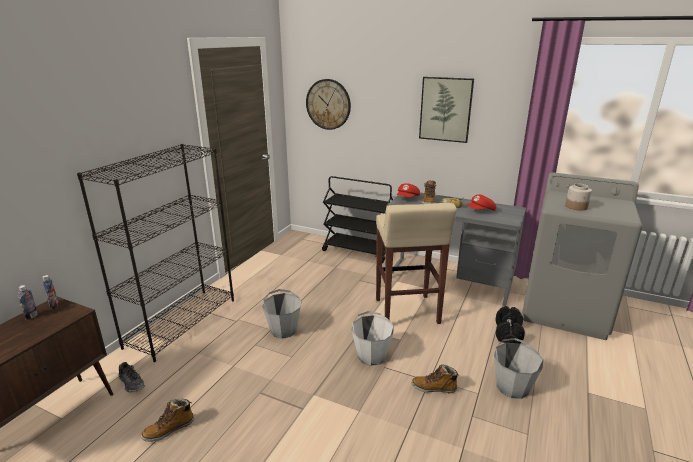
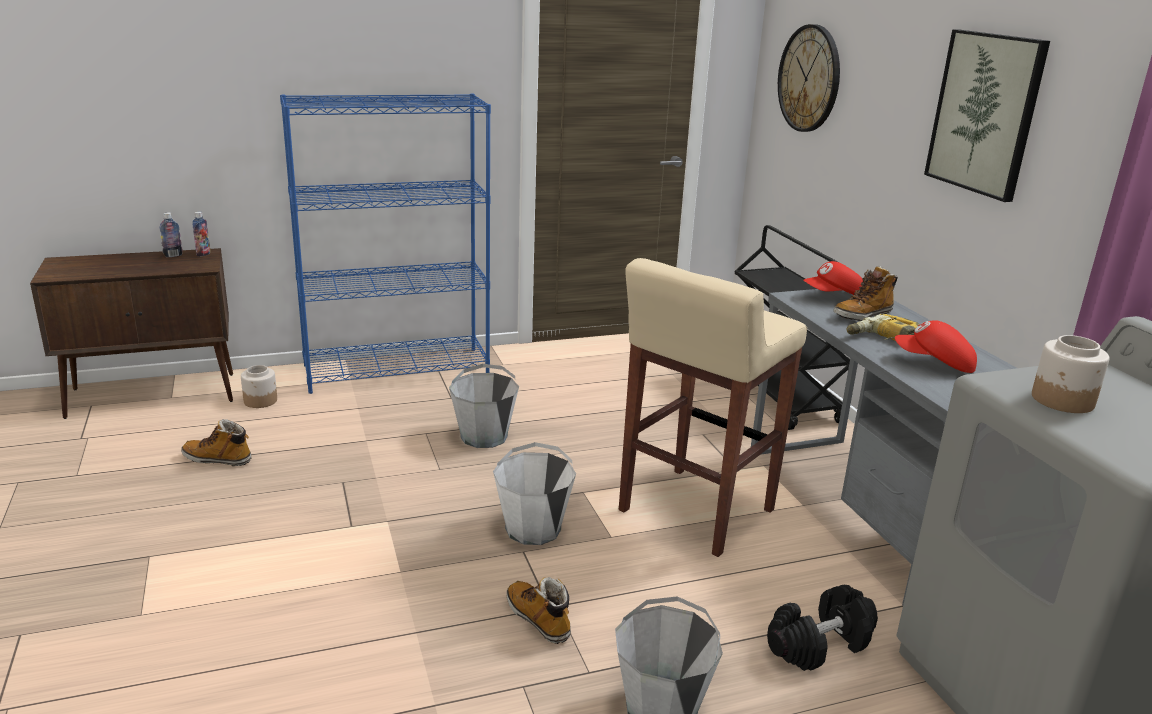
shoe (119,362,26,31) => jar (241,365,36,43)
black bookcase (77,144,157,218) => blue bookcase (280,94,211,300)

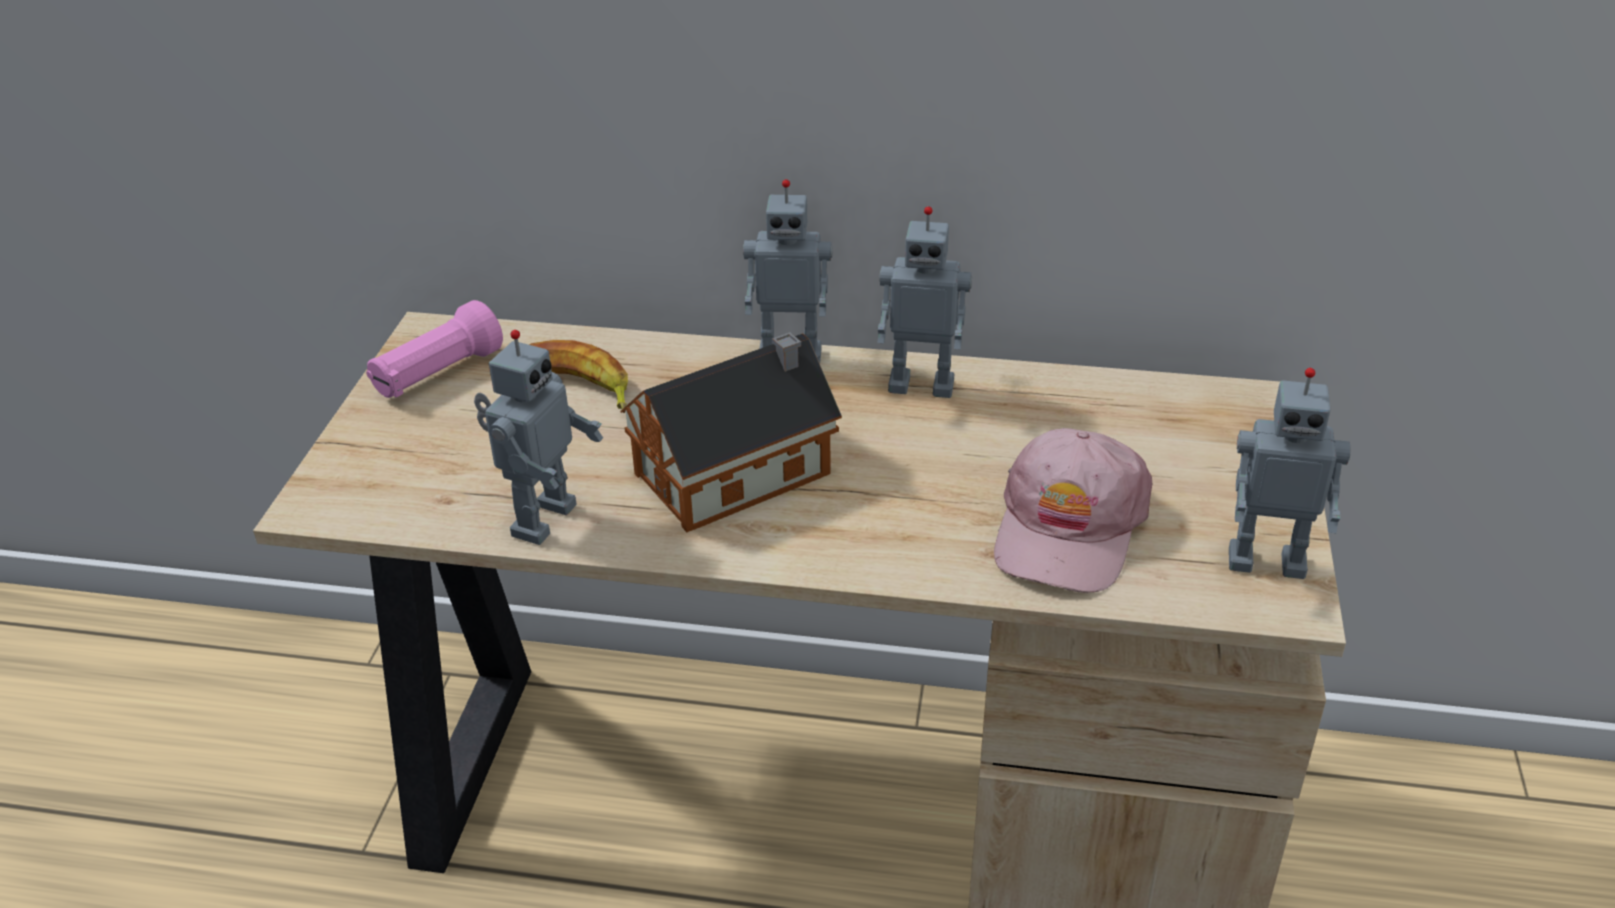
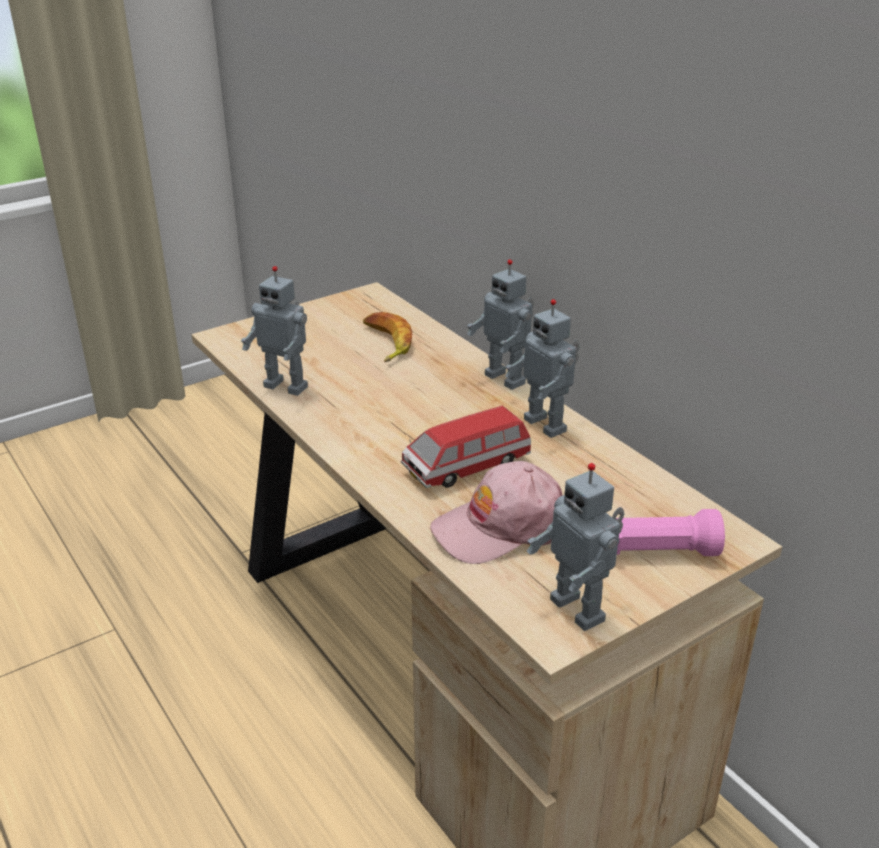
toy robot (474,330,129,215) => toy robot (241,266,67,130), 45 degrees clockwise
nothing => toy car (401,406,130,82)
pink flashlight (366,300,137,98) => pink flashlight (616,509,109,47), relocated
toy house (621,332,221,200) => nothing

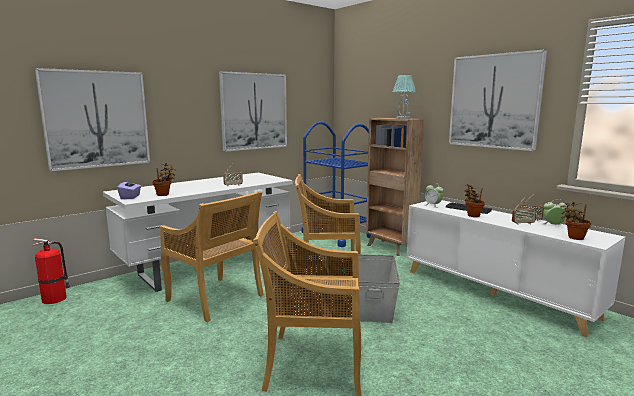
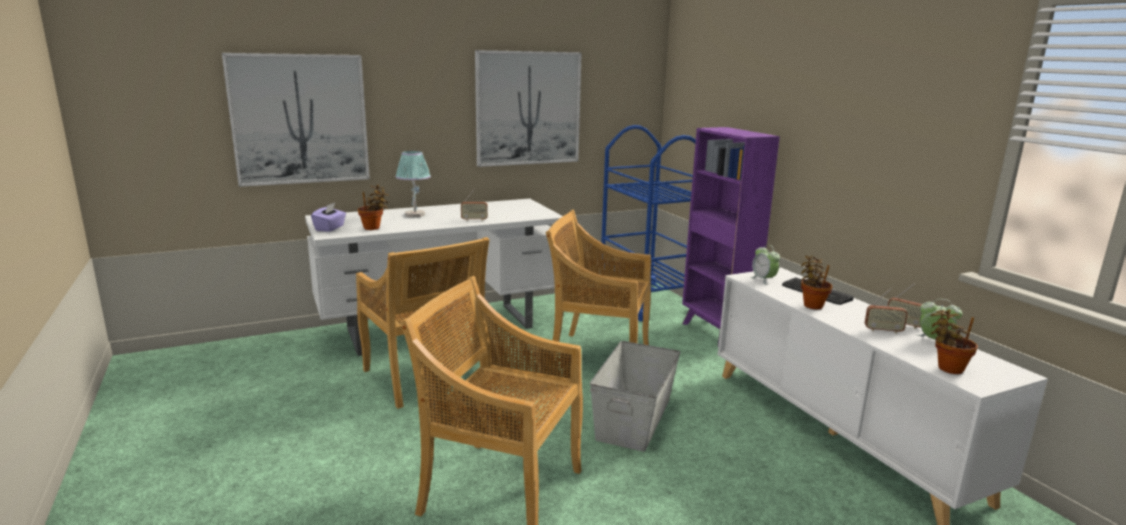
table lamp (393,75,23,44) => table lamp (395,151,36,67), relocated
brown bookcase (366,118,58,138) => purple bookcase (682,127,98,219)
fire extinguisher (32,238,38,66) => nothing
picture (449,49,98,102) => nothing

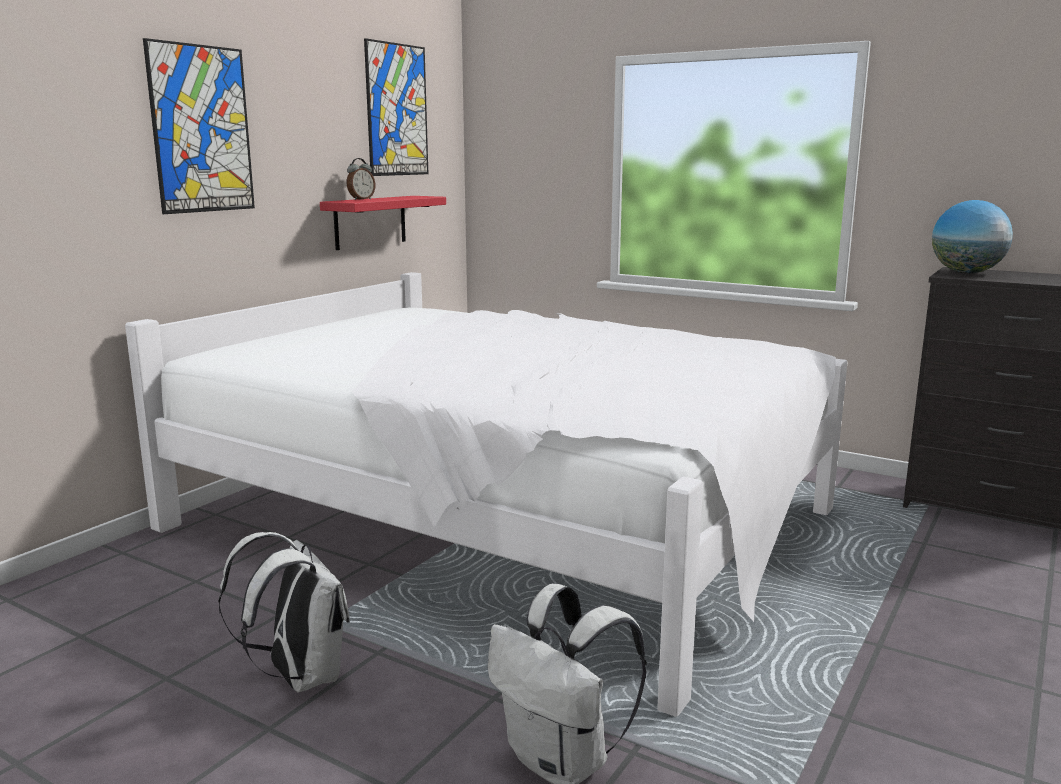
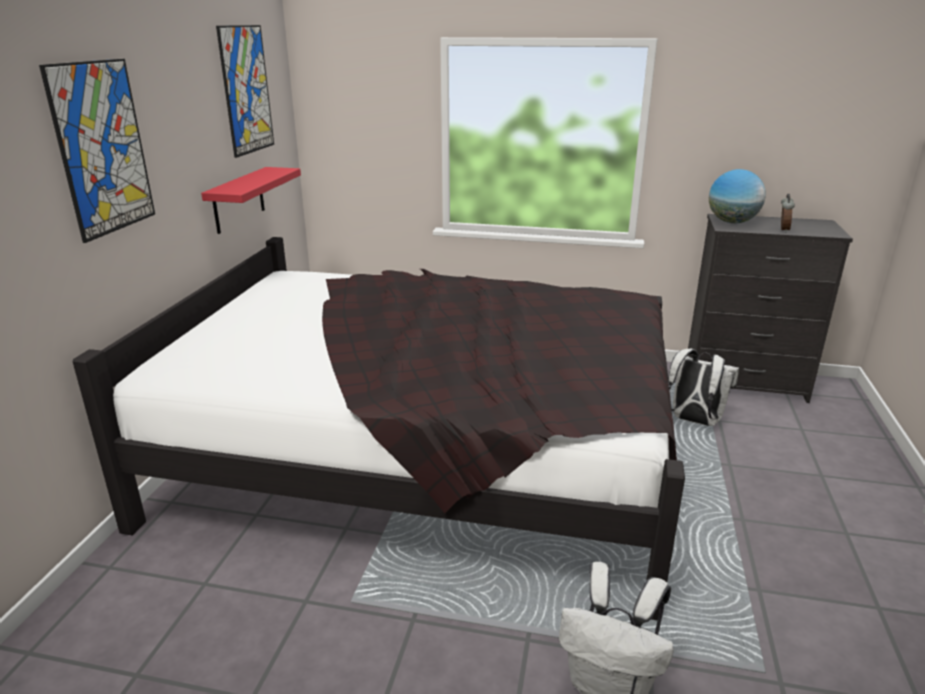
white bed (125,272,723,445) => black bed (72,237,613,383)
white backpack (219,532,131,161) => white backpack (668,349,71,77), relocated
alarm clock (347,158,28,42) => alarm clock (781,194,14,38), relocated

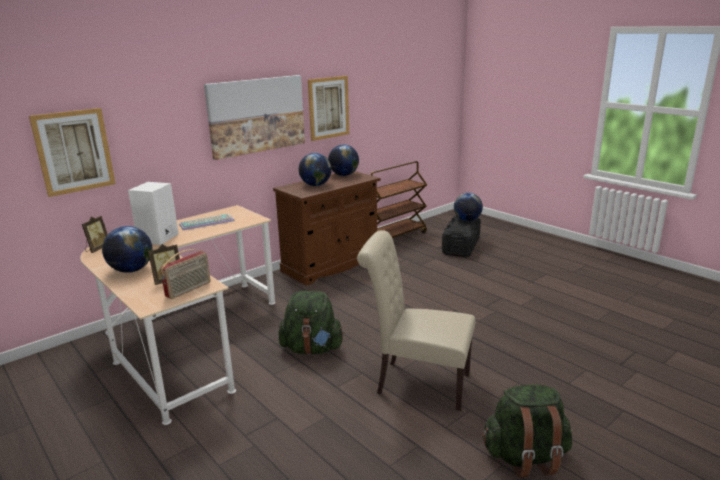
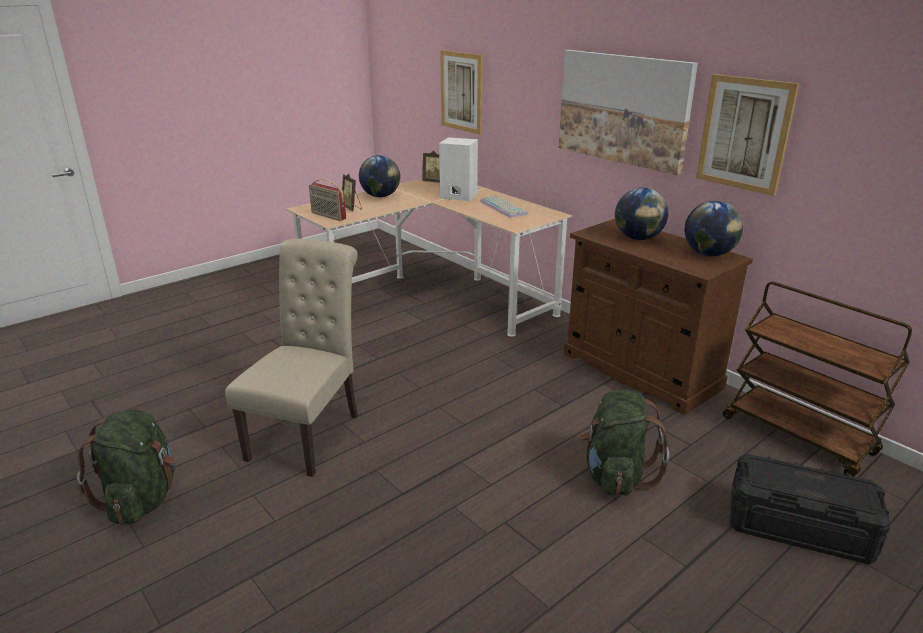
green backpack (279,291,65,64) => green backpack (579,389,90,107), relocated
globe (454,193,29,28) => nothing

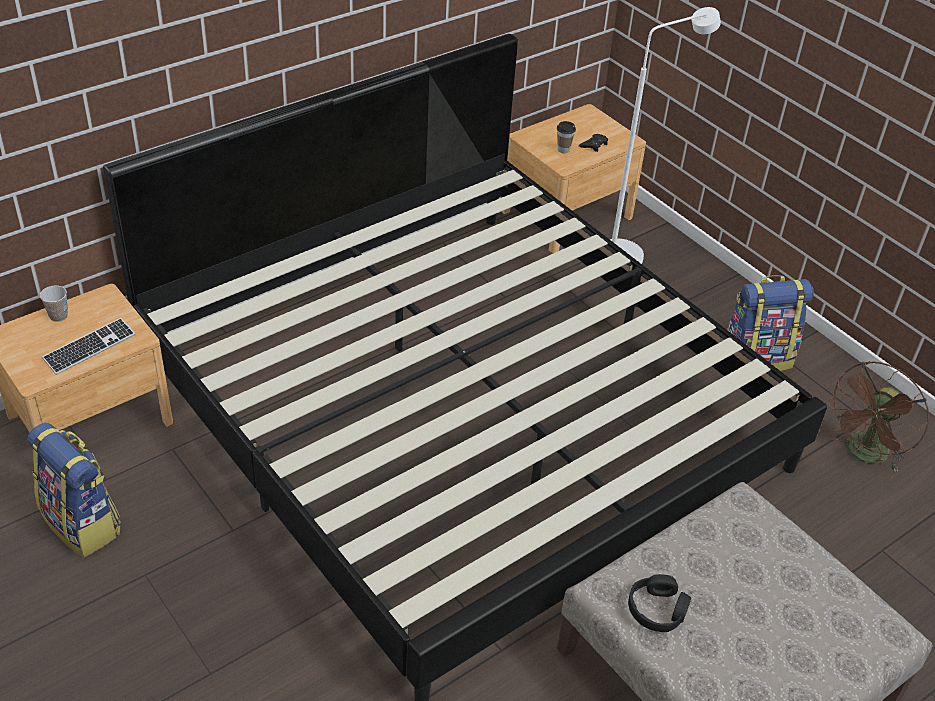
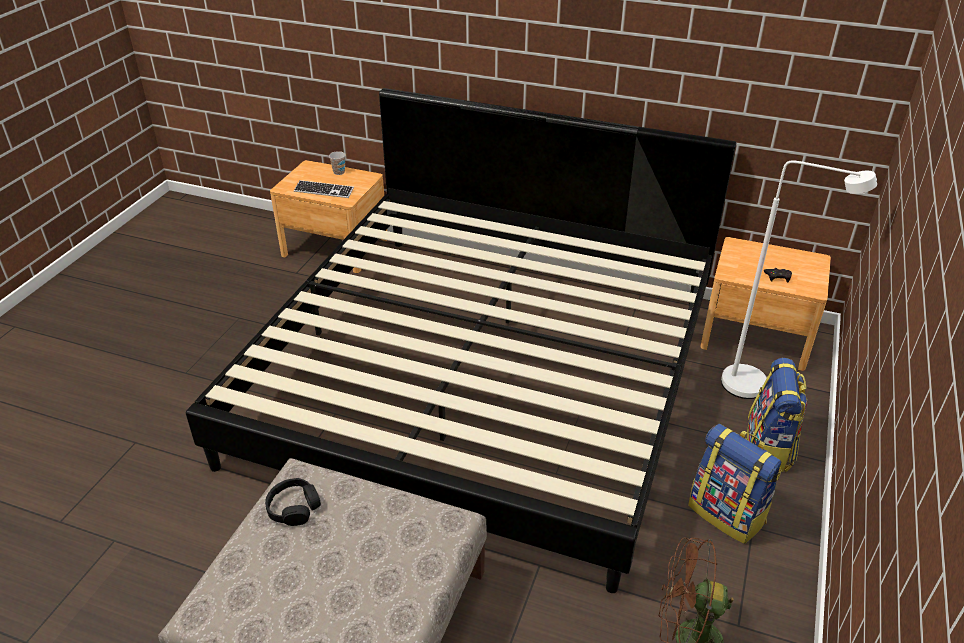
backpack (27,422,94,136) => backpack (747,358,60,114), relocated
cup (557,121,19,32) => nothing

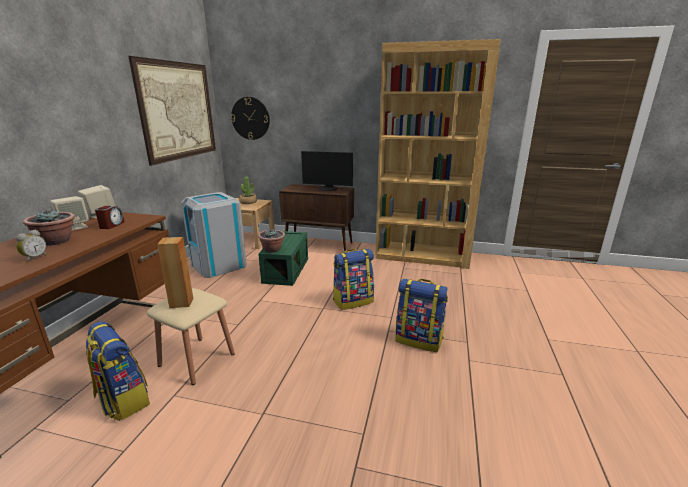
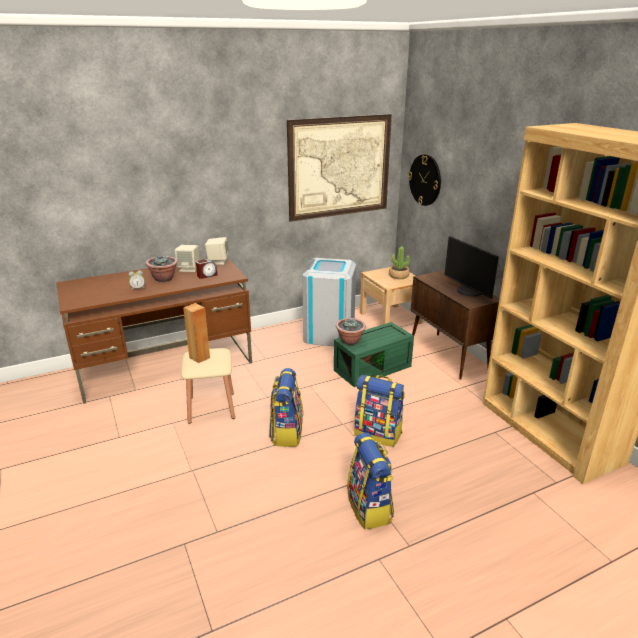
backpack (86,322,64,99) => backpack (269,368,34,79), relocated

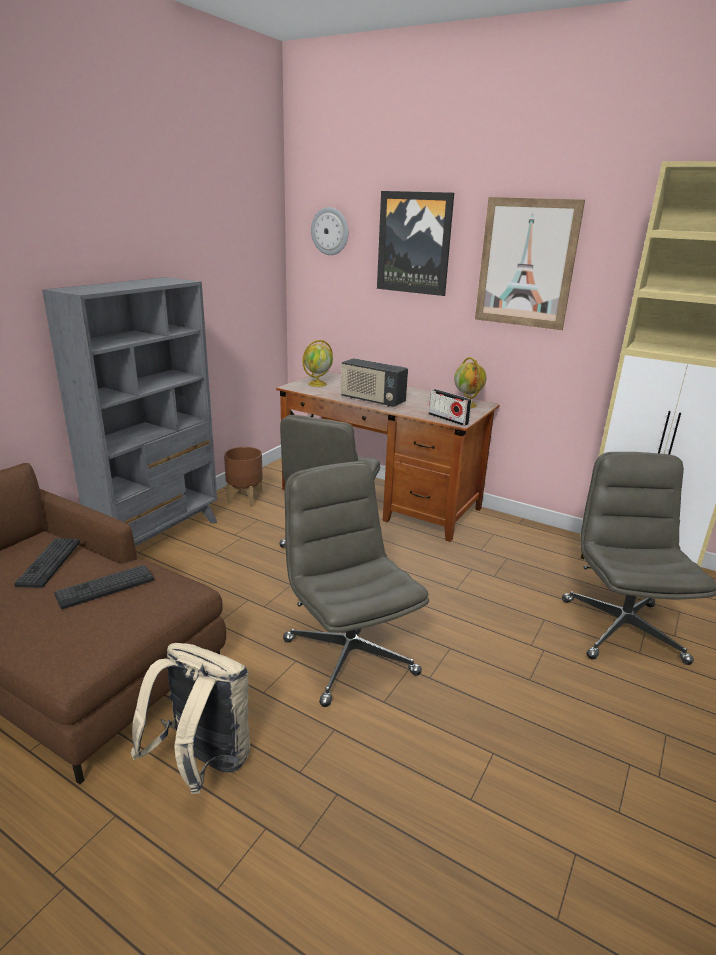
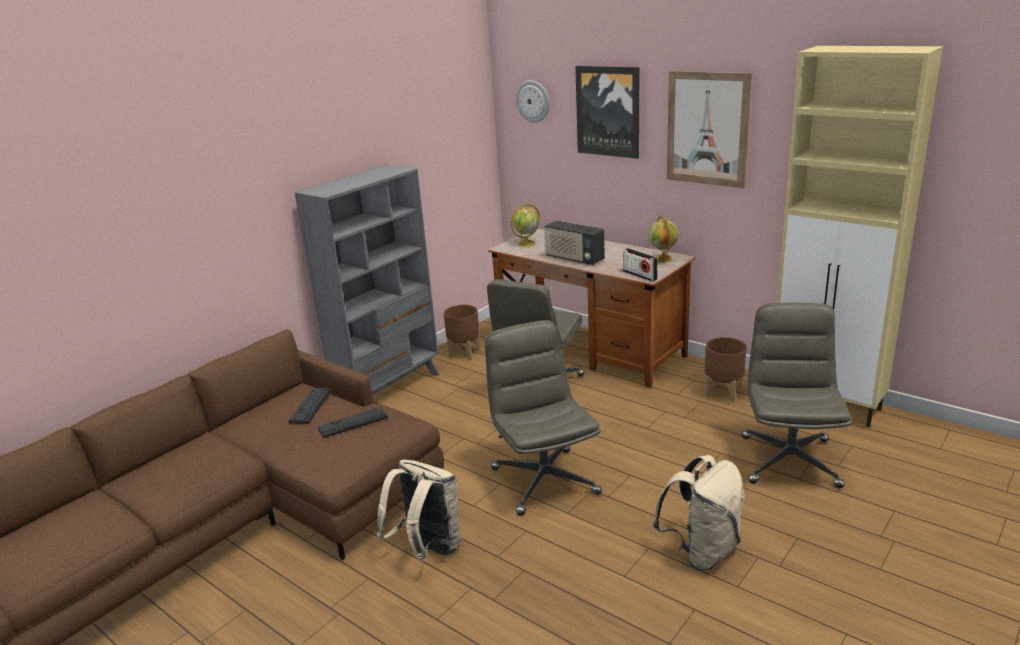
nothing => beige backpack (653,455,92,116)
nothing => brown planter (705,337,42,65)

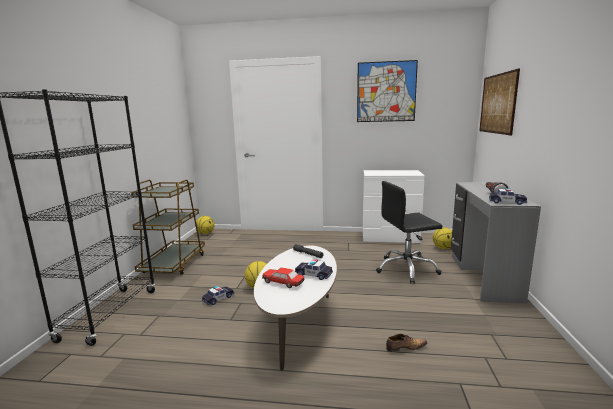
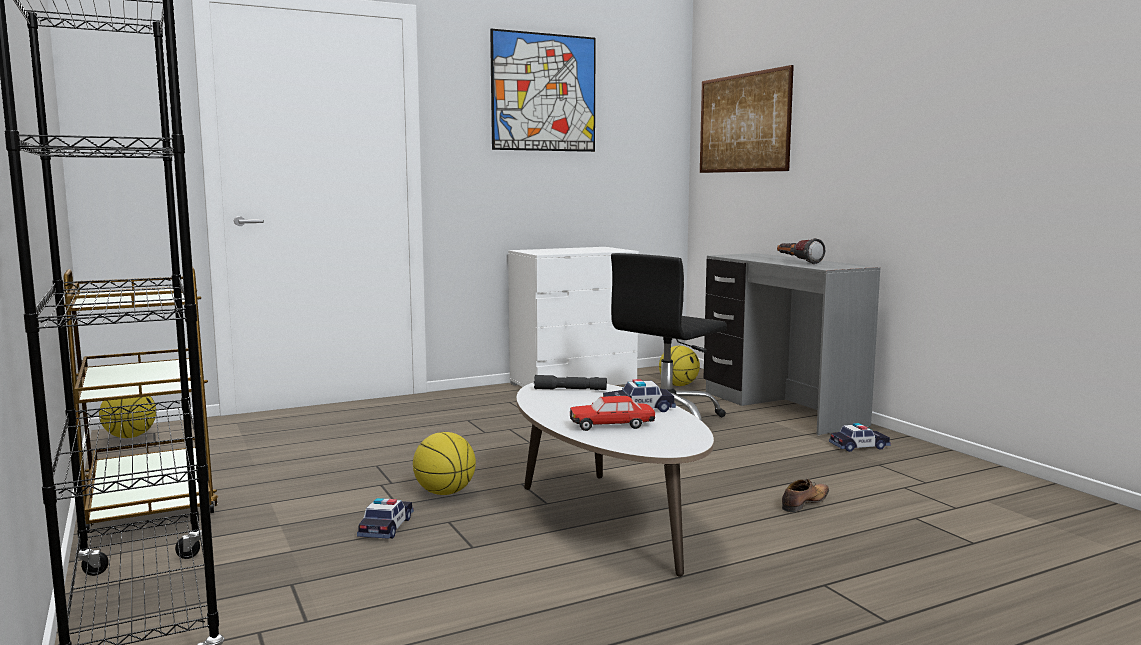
toy car (489,188,38,17) => toy car (829,423,62,29), relocated

